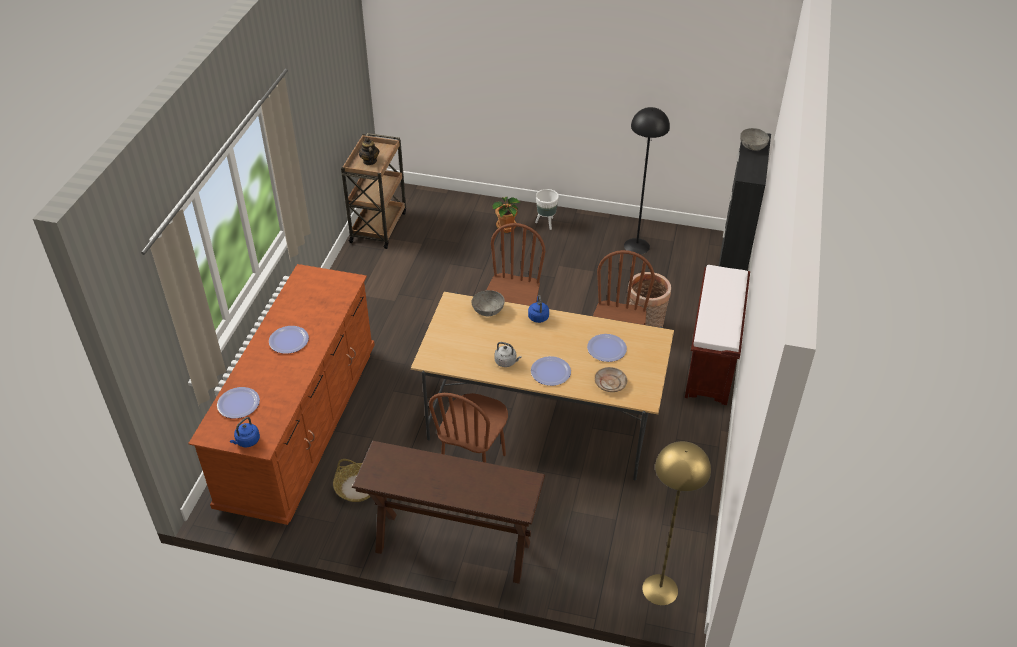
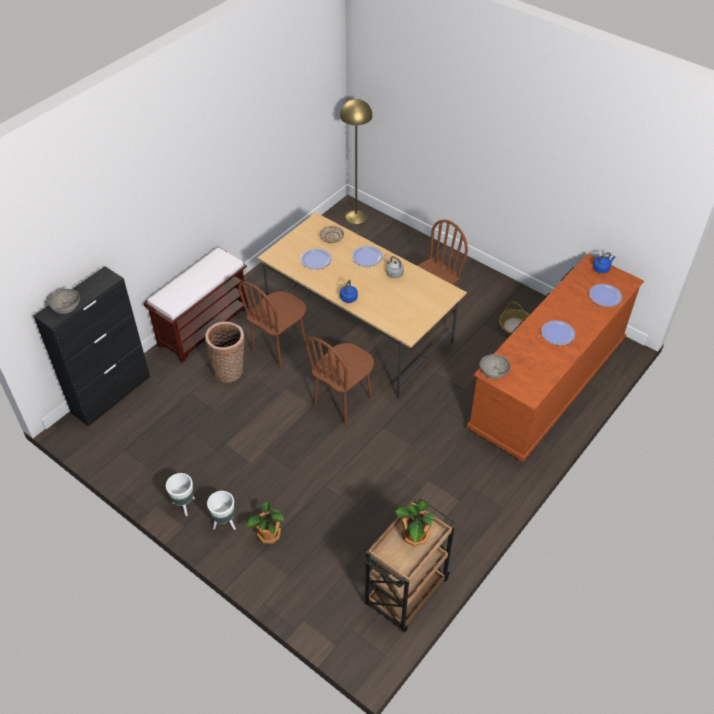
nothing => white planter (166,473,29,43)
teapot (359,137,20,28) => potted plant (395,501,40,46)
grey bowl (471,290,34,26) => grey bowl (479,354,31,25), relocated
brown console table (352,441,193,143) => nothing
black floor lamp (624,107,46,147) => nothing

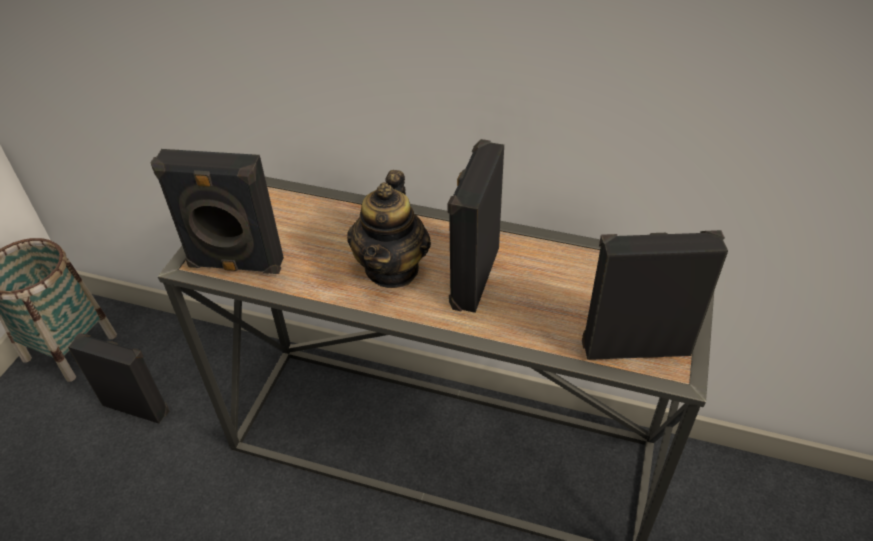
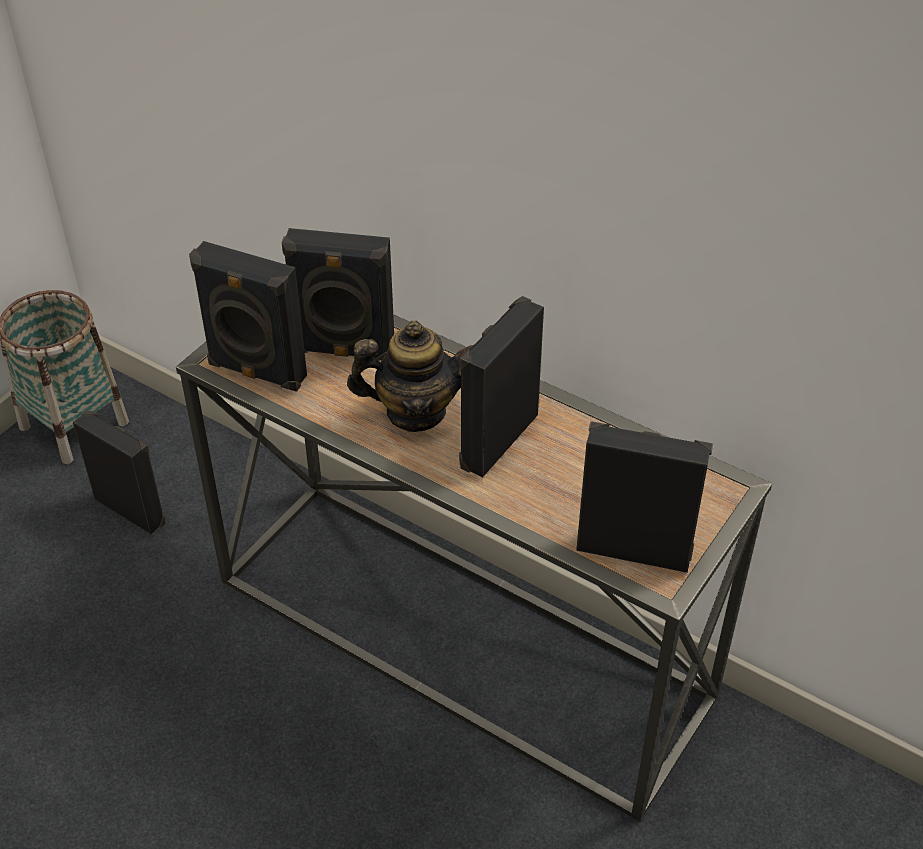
nothing => black speaker (282,228,112,133)
teapot (347,170,84,118) => teapot (347,321,129,111), 120 degrees counterclockwise

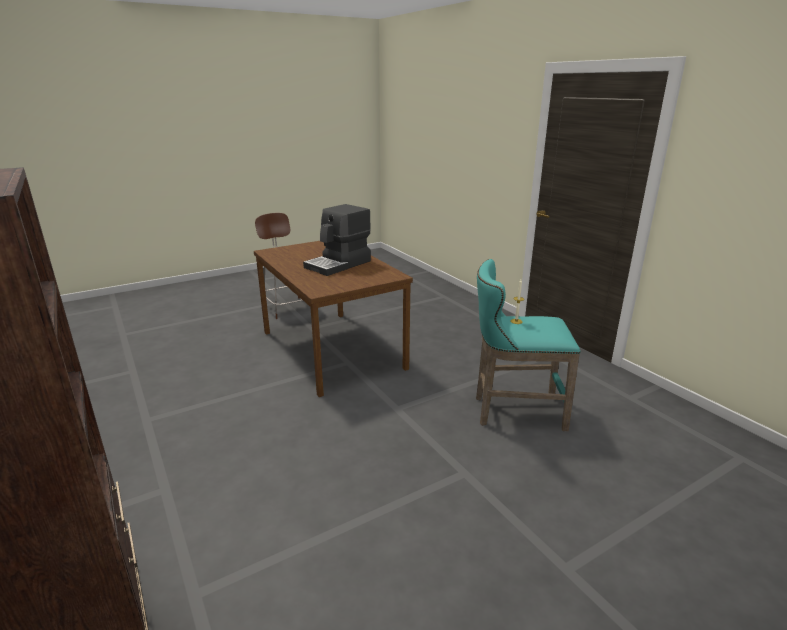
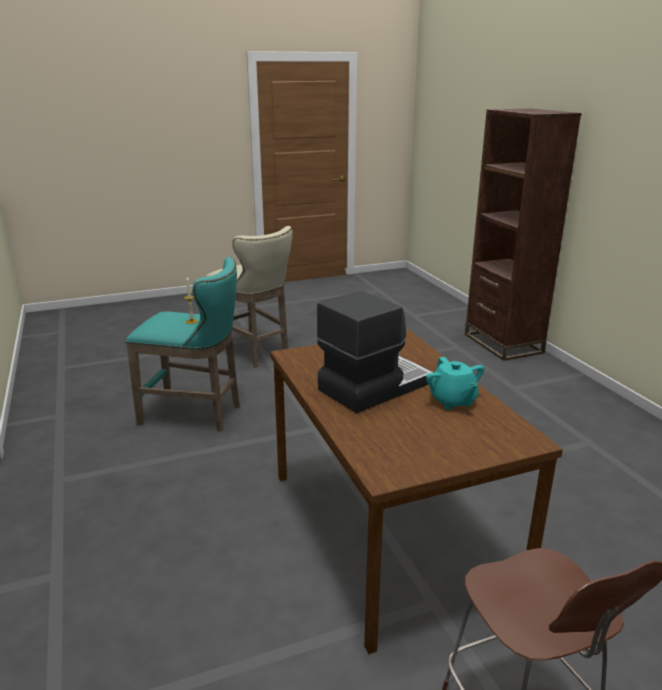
nothing => beige stool (205,226,88,141)
nothing => turquoise teapot (426,357,58,53)

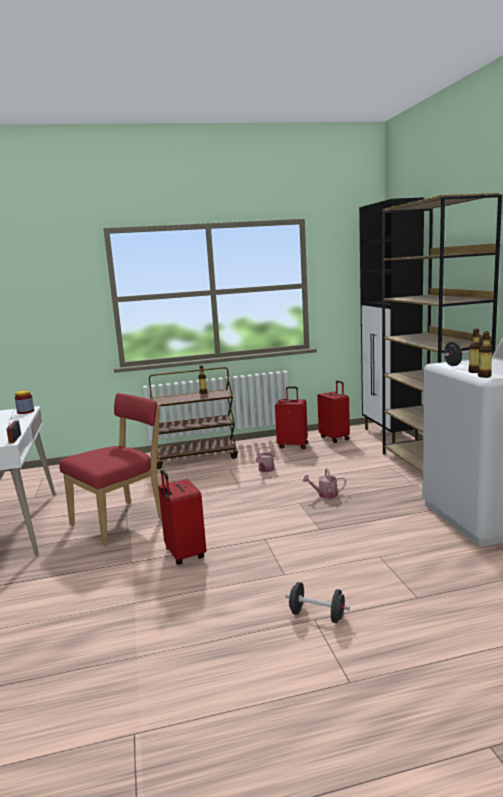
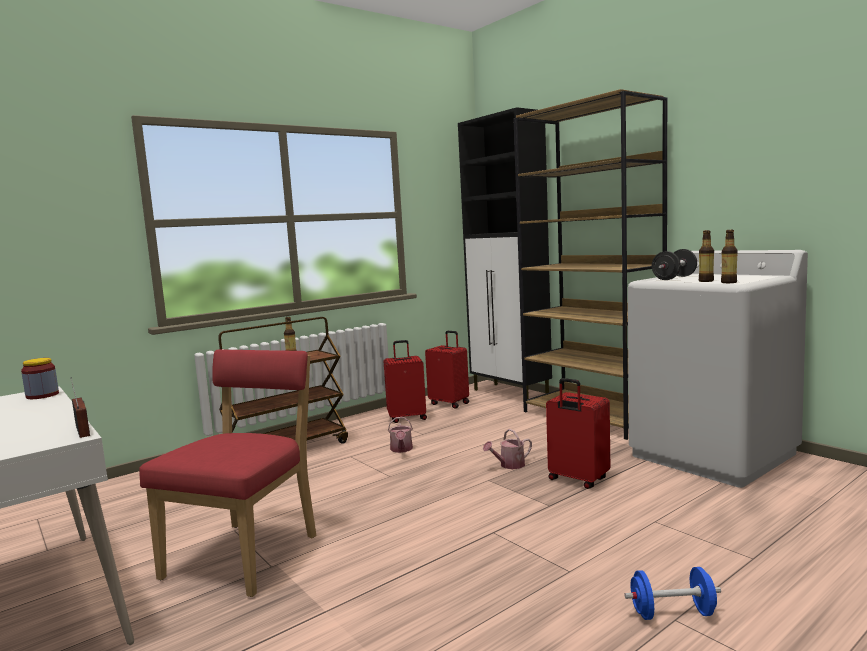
red suitcase (158,470,48,95) => red suitcase (546,378,64,111), relocated
black dumbbell (285,582,65,41) => blue dumbbell (624,567,97,53)

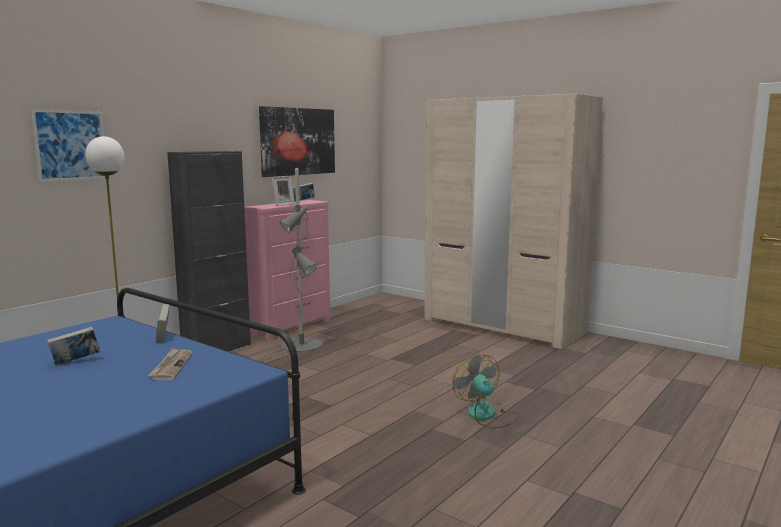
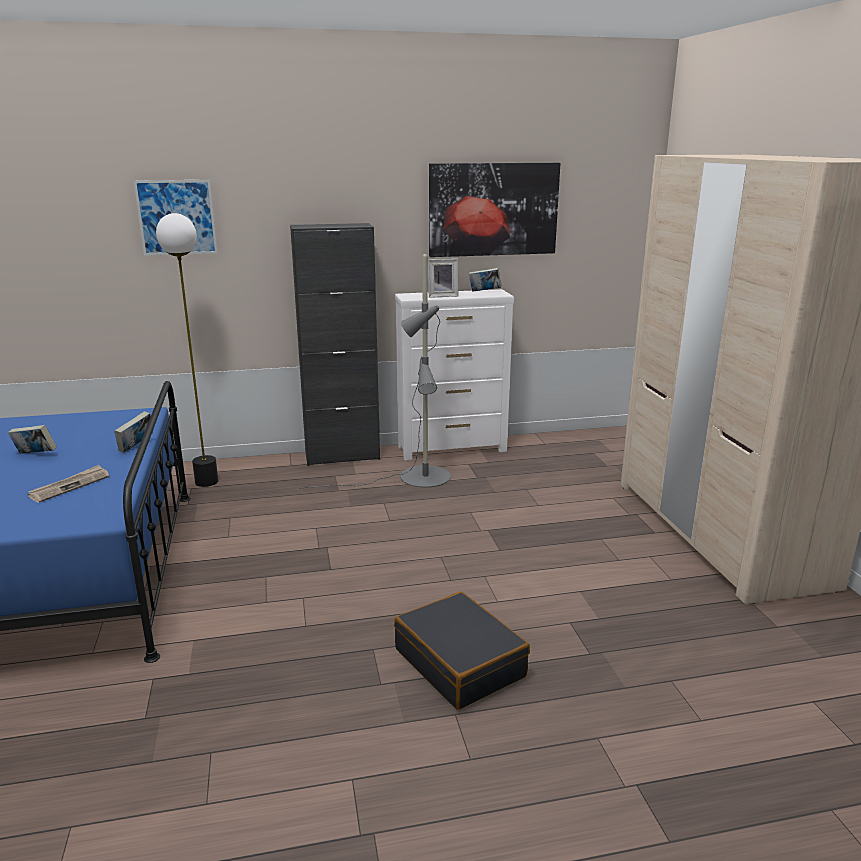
fan (452,354,67,75) => black suitcase (394,591,136,119)
pink dresser (244,200,86,141) => white dresser (395,289,119,171)

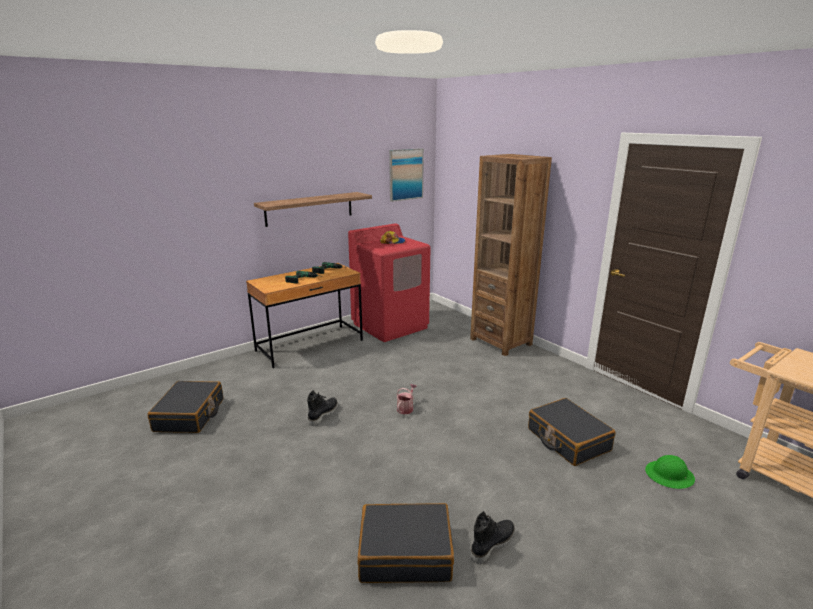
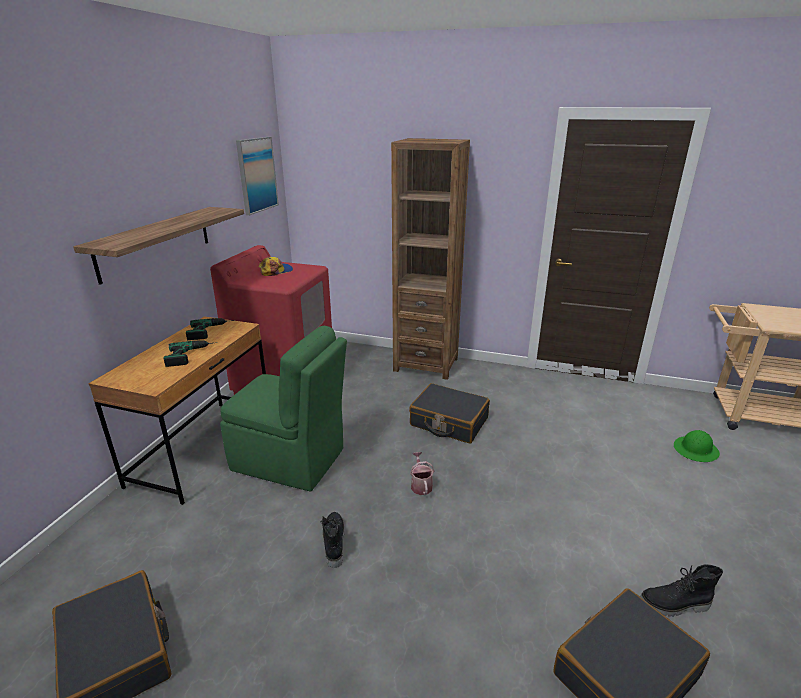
nothing => green chair (220,326,127,166)
black suitcase (528,398,88,68) => black suitcase (409,383,81,61), relocated
black boot (471,511,44,53) => black boot (640,564,83,53), 105 degrees counterclockwise

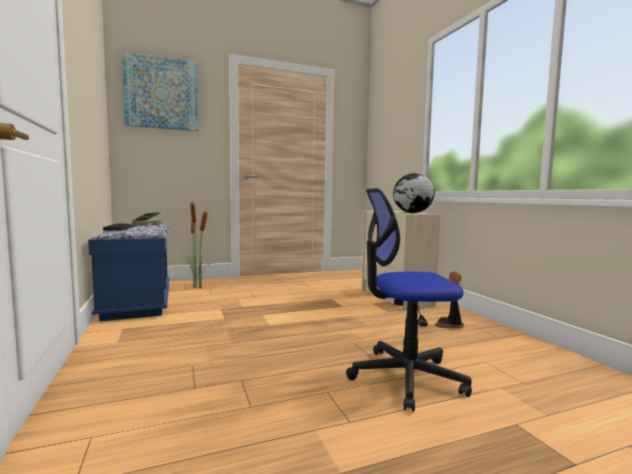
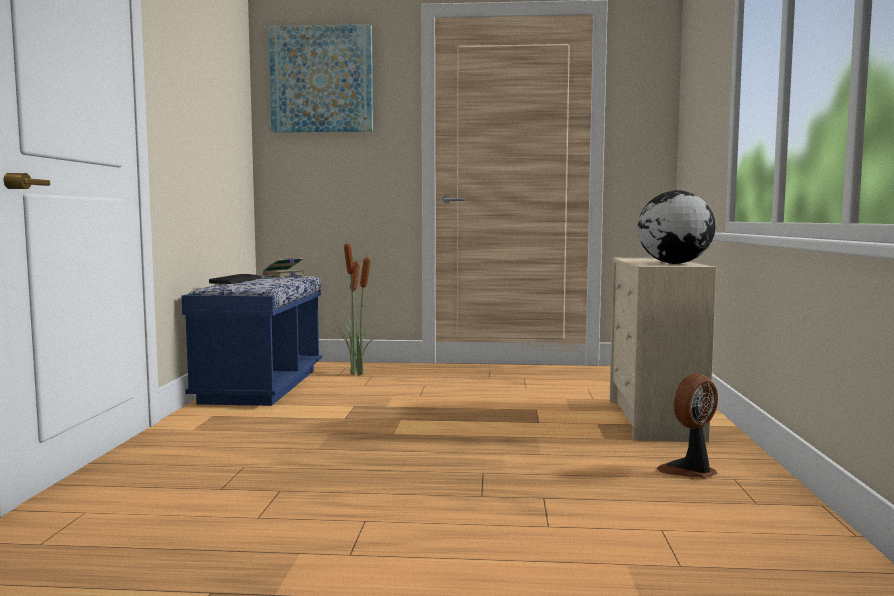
office chair (346,188,126,223) => nothing

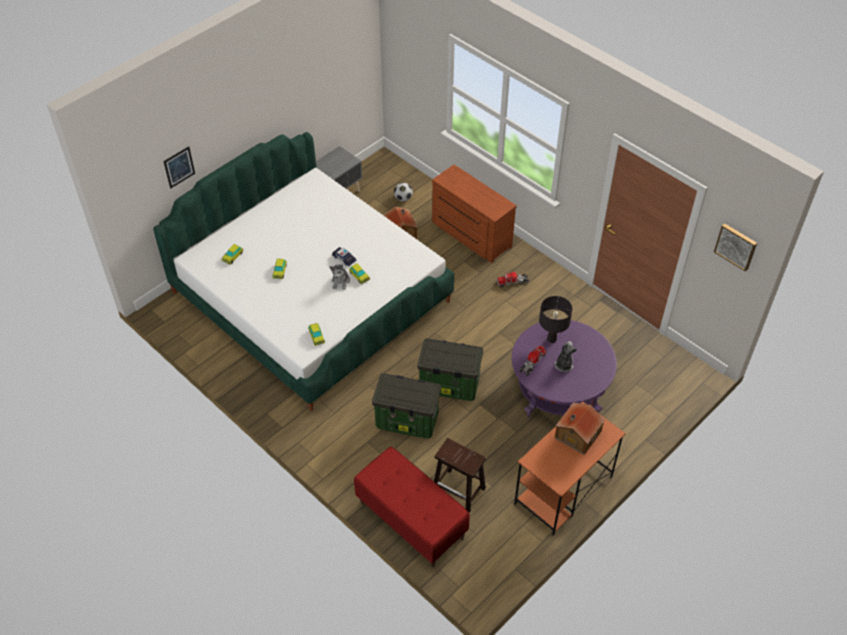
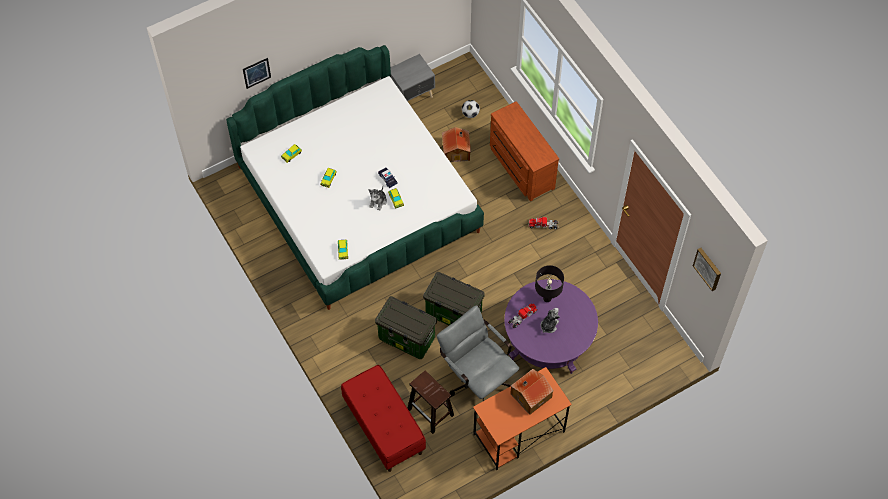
nothing => grey office chair (437,305,82,96)

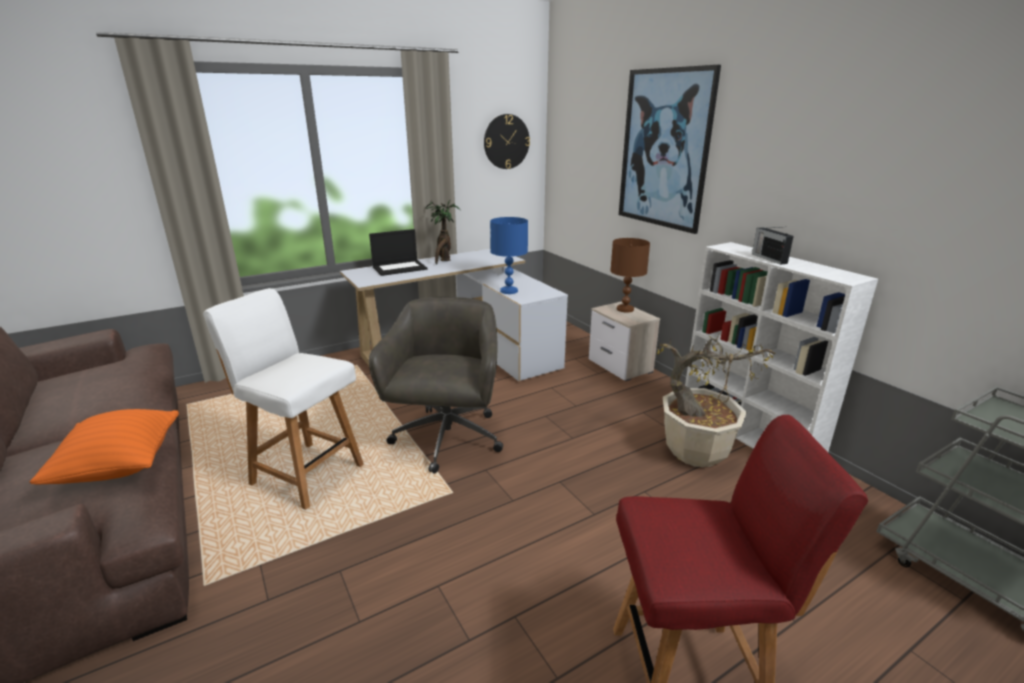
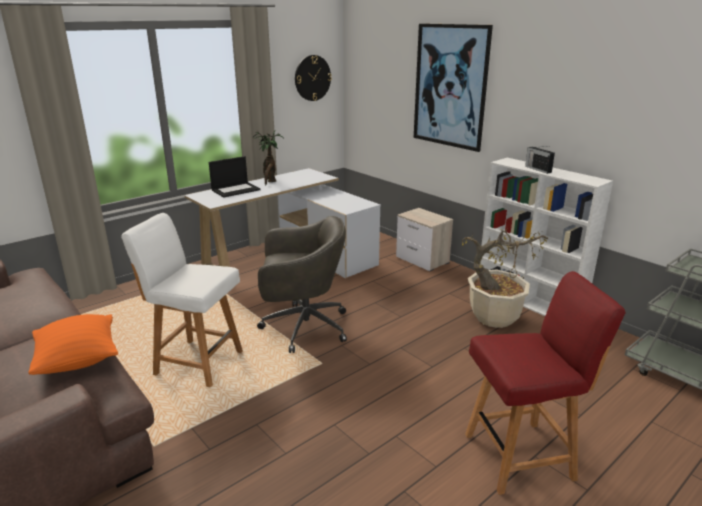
grey office chair (369,297,134,177) => grey office chair (257,216,90,137), 90 degrees clockwise
blue table lamp (490,217,38,77) => nothing
brown table lamp (610,238,40,74) => nothing

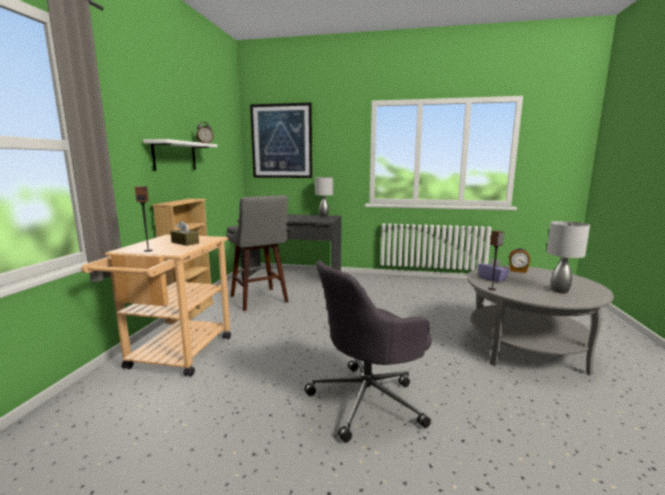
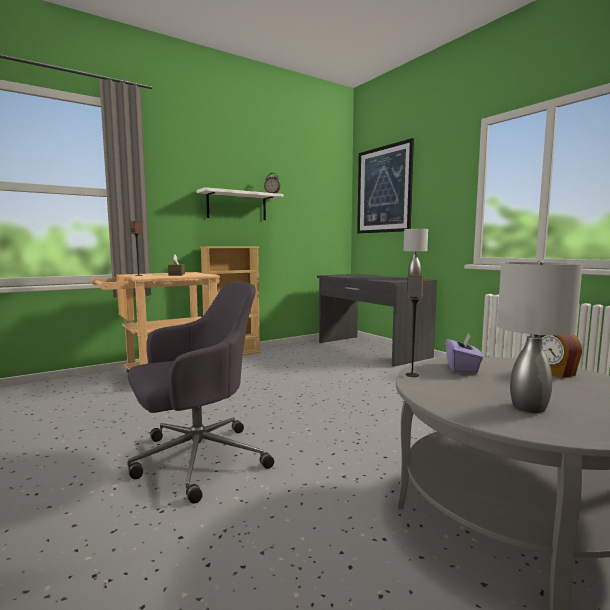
grey office chair (304,261,128,182) => grey office chair (127,282,147,222), 135 degrees clockwise
grey stool (226,195,63,116) => nothing

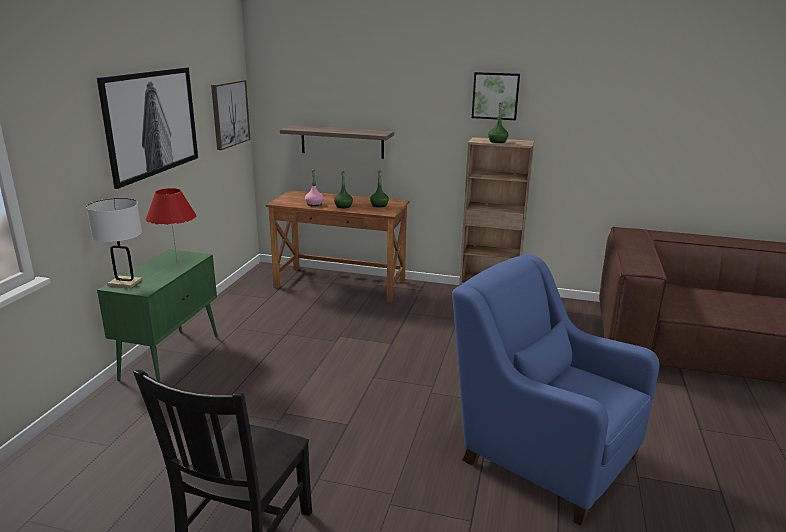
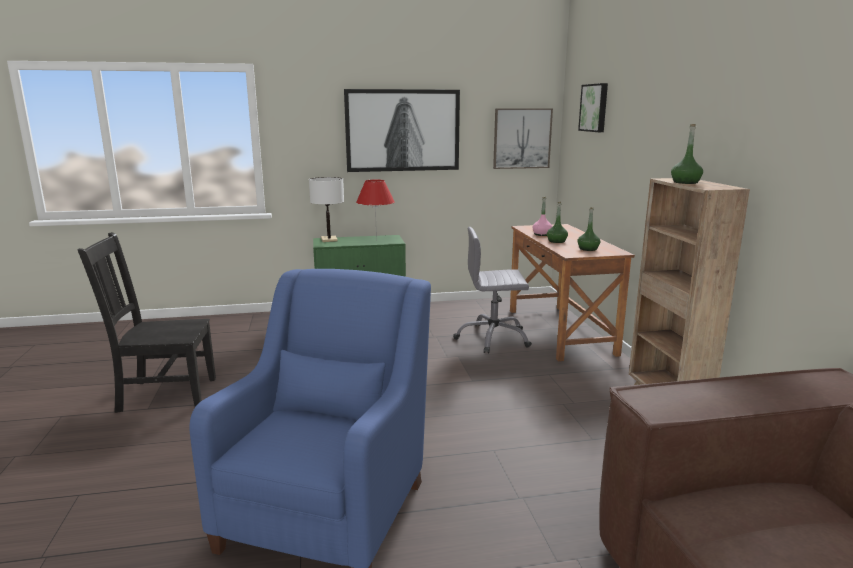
nothing => grey office chair (453,227,79,127)
picture (472,72,48,48) => picture (578,83,30,49), relocated
shelf (280,125,114,34) => nothing

